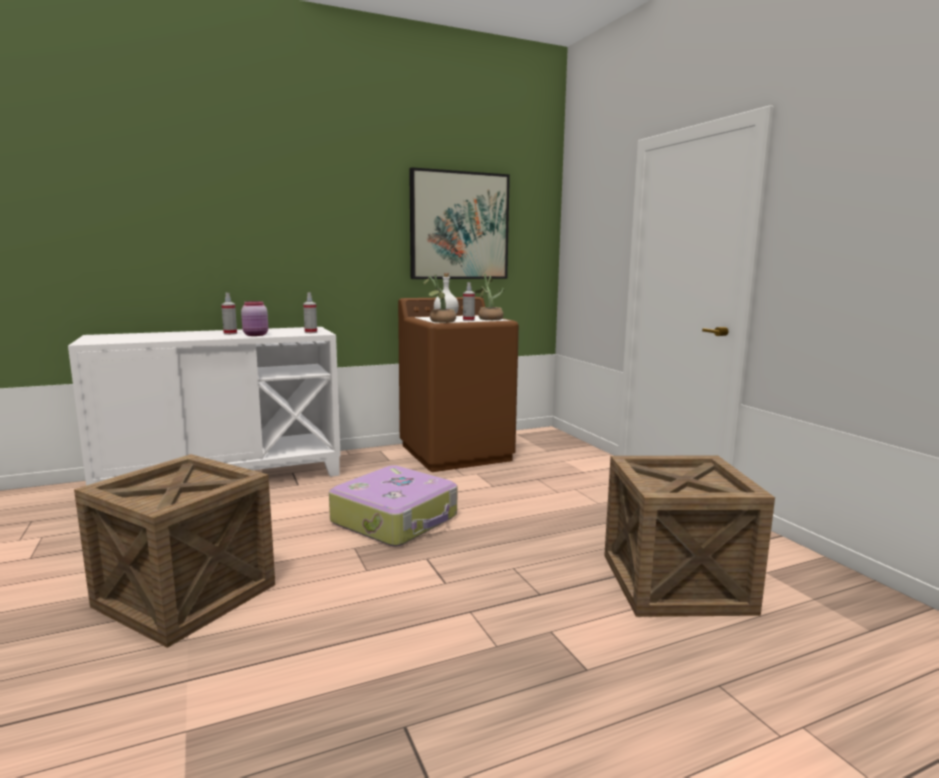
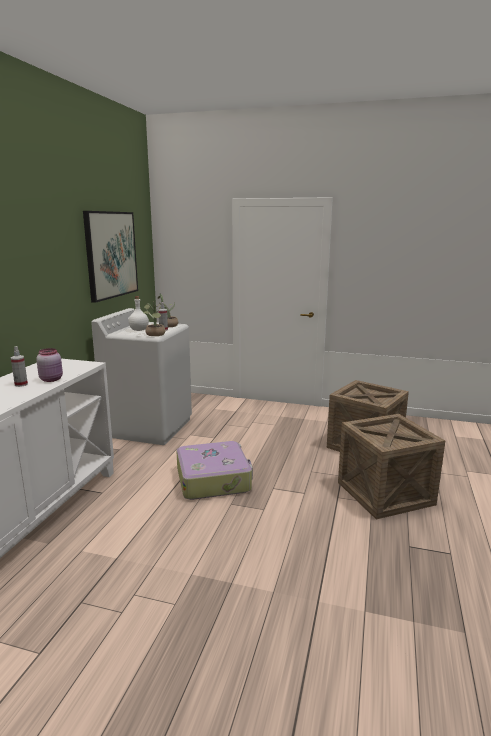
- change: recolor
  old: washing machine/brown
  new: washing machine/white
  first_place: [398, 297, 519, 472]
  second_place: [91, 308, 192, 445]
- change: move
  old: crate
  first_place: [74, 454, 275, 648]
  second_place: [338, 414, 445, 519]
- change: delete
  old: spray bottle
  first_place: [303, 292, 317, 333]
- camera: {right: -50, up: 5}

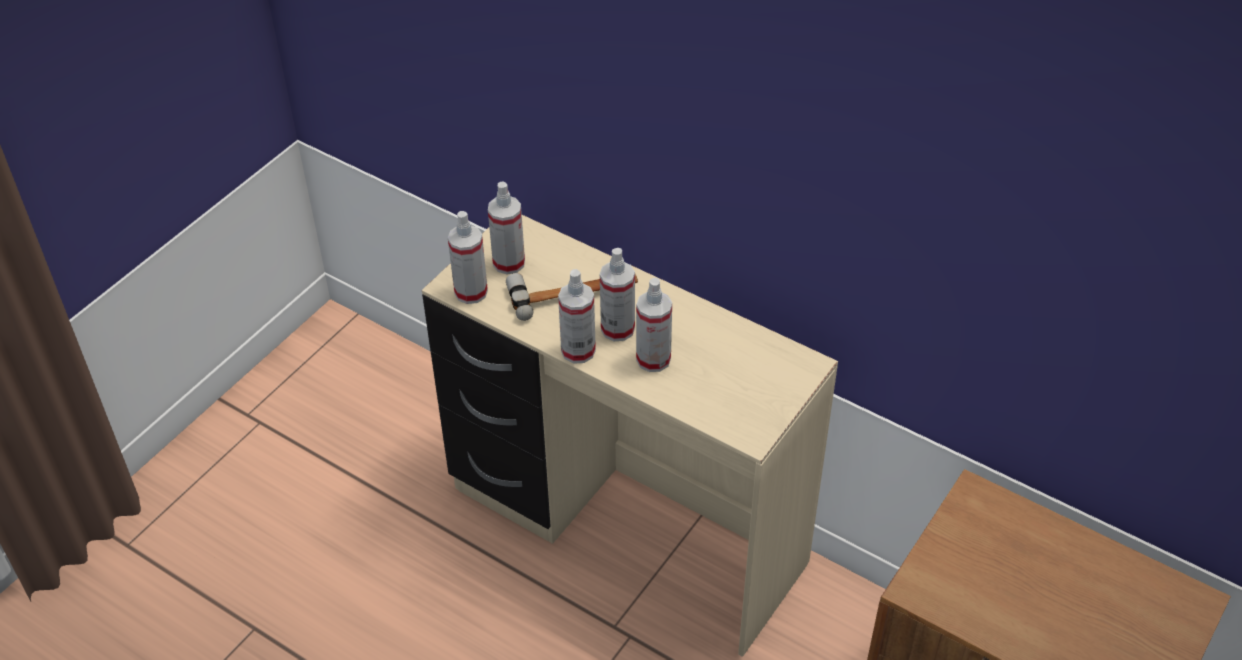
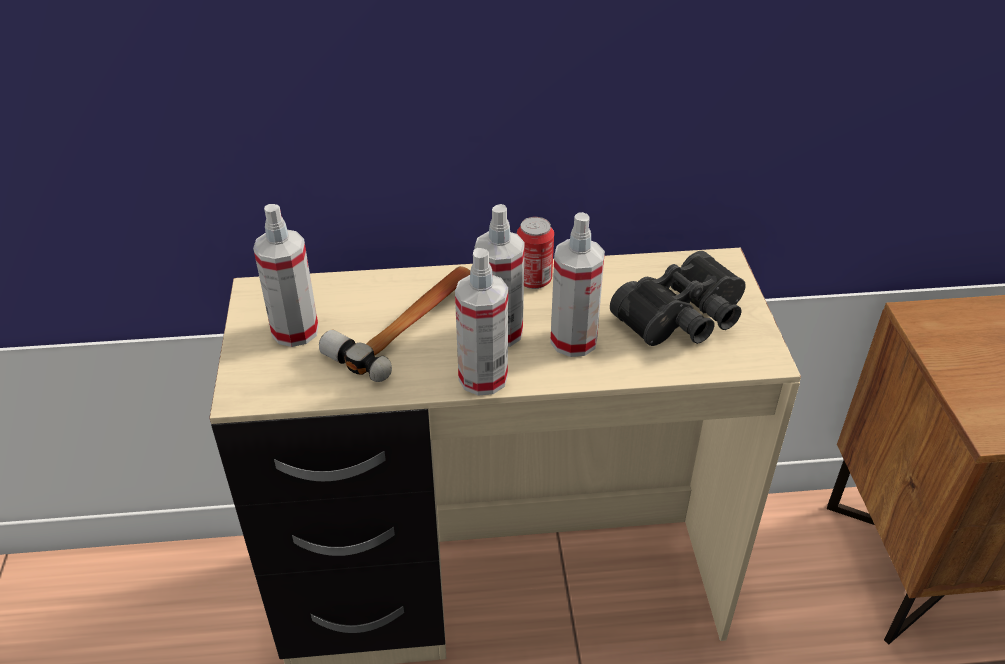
- change: insert
  new: can
  second_place: [517, 217, 554, 289]
- change: insert
  new: binoculars/black
  second_place: [610, 251, 746, 346]
- change: delete
  old: spray bottle
  first_place: [448, 211, 488, 304]
- camera: {right: -40, up: -5}

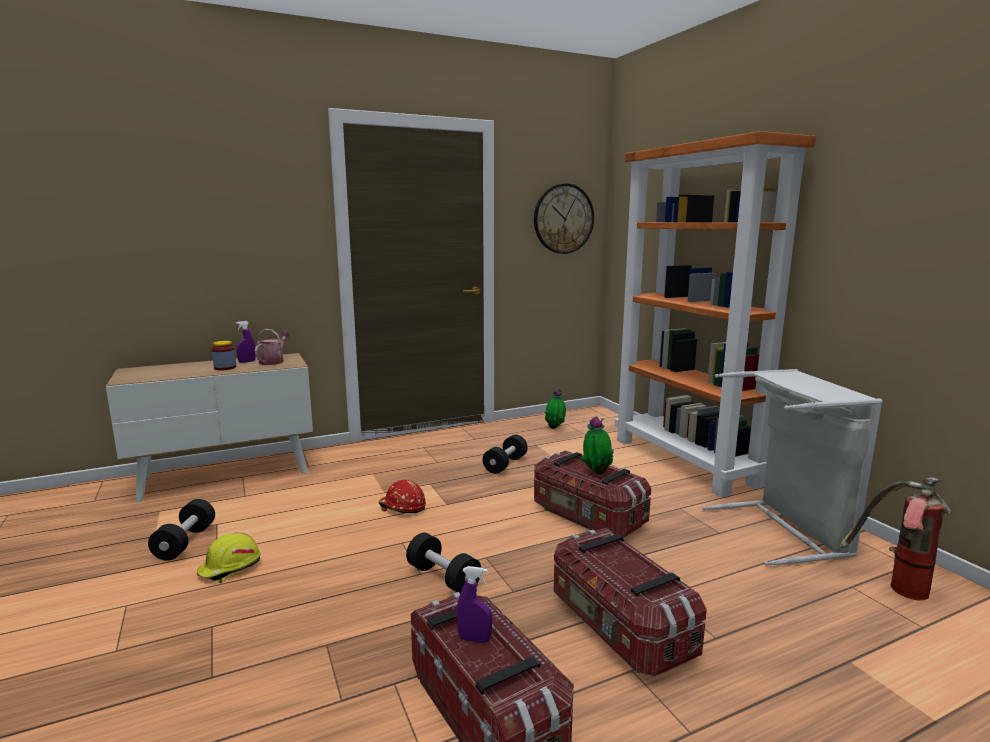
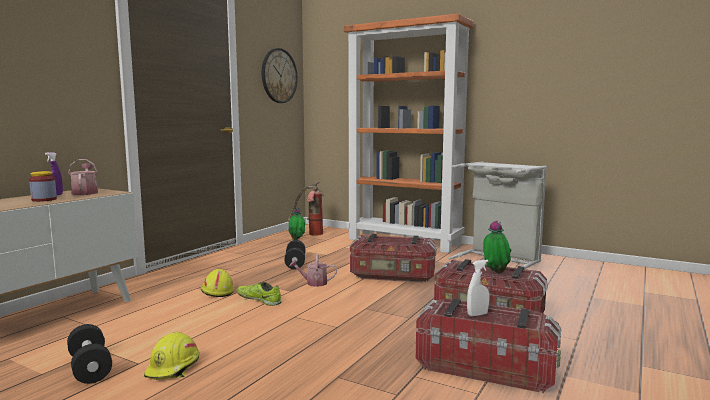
- change: insert
  new: hard hat/yellow
  second_place: [201, 269, 234, 297]
- change: replace
  old: hard hat/red
  new: shoe
  first_place: [379, 480, 426, 513]
  second_place: [236, 282, 282, 306]
- change: move
  old: fire extinguisher
  first_place: [840, 477, 951, 601]
  second_place: [288, 182, 324, 236]
- change: insert
  new: watering can
  second_place: [289, 254, 337, 287]
- change: recolor
  old: spray bottle/purple
  new: spray bottle/white
  first_place: [457, 566, 492, 643]
  second_place: [467, 260, 490, 316]
- change: move
  old: potted plant
  first_place: [581, 416, 614, 475]
  second_place: [483, 221, 512, 274]
- change: delete
  old: dumbbell/black
  first_place: [406, 533, 481, 593]
- camera: {right: -35, up: -5}

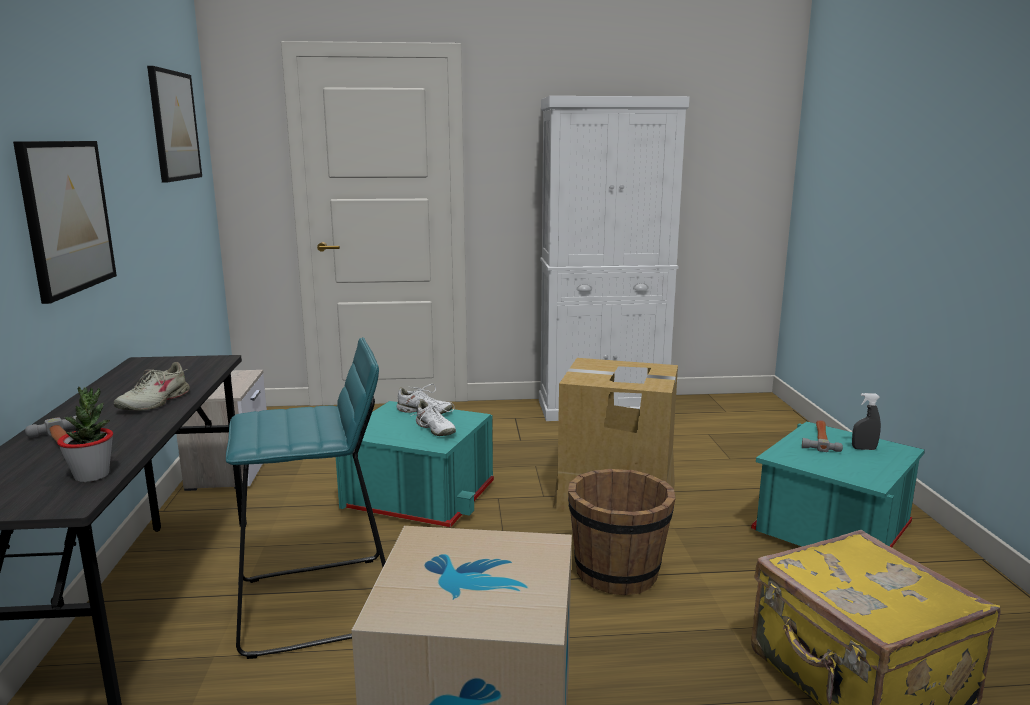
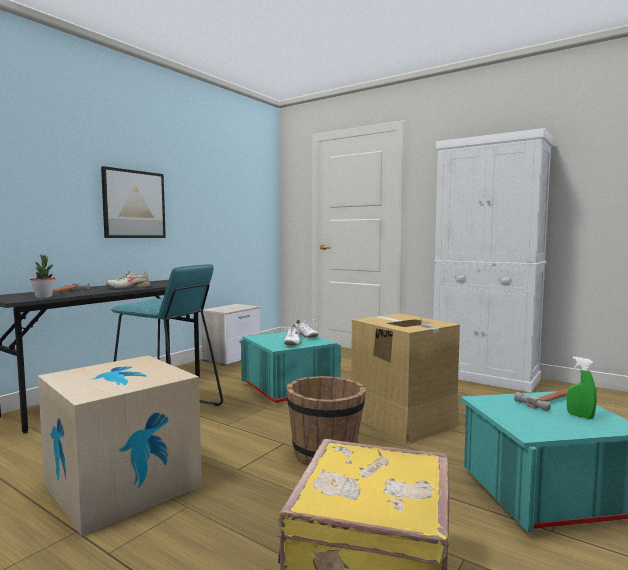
- change: recolor
  old: spray bottle/grey
  new: spray bottle/green
  first_place: [852, 393, 881, 450]
  second_place: [567, 357, 597, 419]
- change: delete
  old: picture
  first_place: [147, 66, 202, 182]
- camera: {right: 40, up: -10}

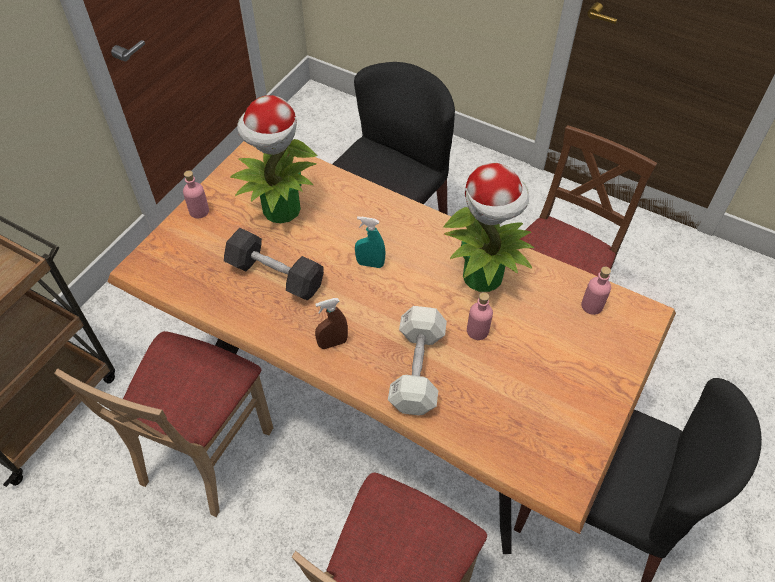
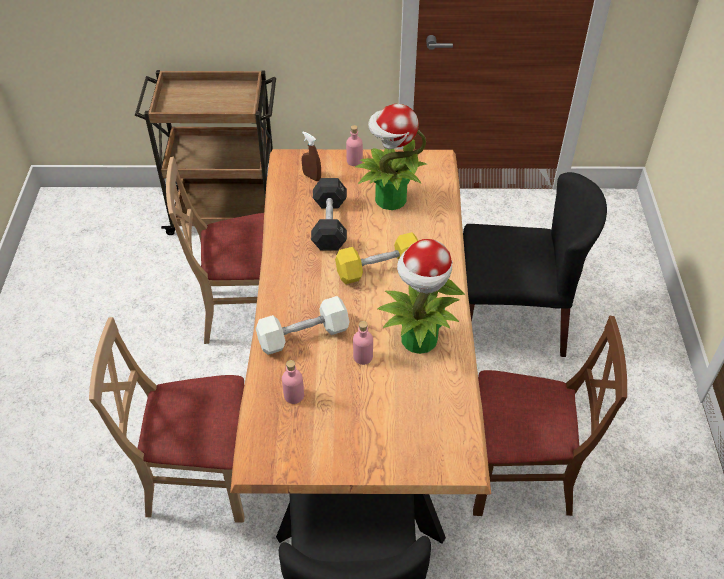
- change: move
  old: bottle/pink
  first_place: [581, 267, 611, 315]
  second_place: [282, 360, 304, 404]
- change: move
  old: spray bottle/brown
  first_place: [315, 298, 348, 349]
  second_place: [302, 131, 321, 181]
- change: replace
  old: spray bottle/turquoise
  new: dumbbell/yellow
  first_place: [355, 216, 385, 268]
  second_place: [335, 232, 418, 284]
- camera: {right: 60, up: -5}

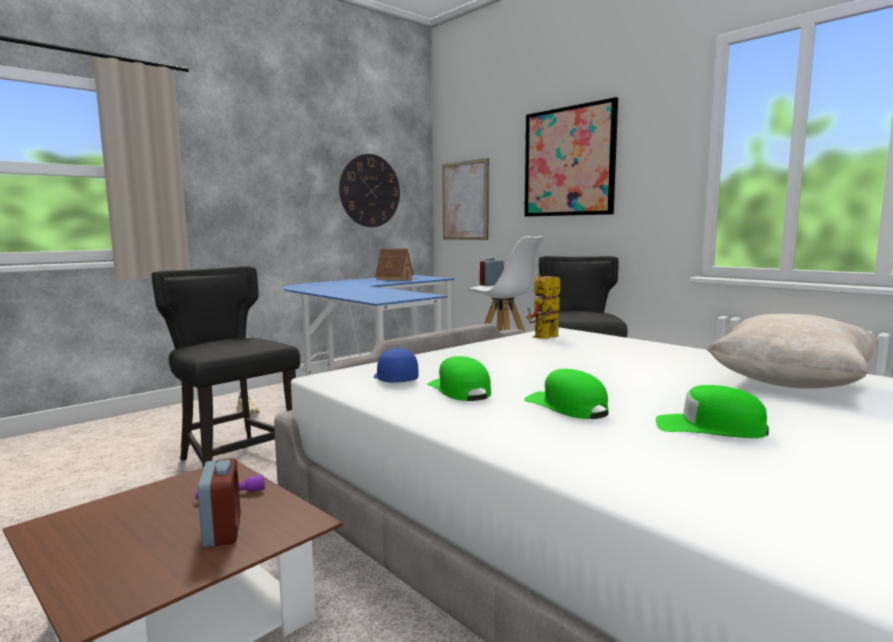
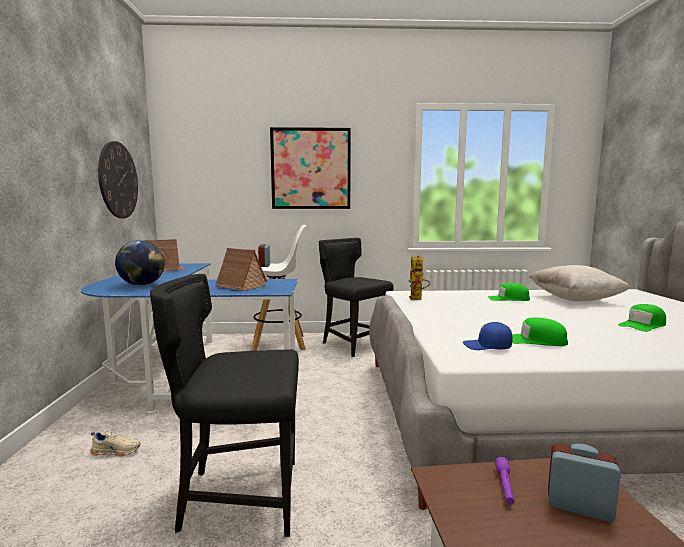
- change: insert
  new: globe
  second_place: [115, 240, 165, 286]
- change: insert
  new: toy house
  second_place: [215, 248, 267, 291]
- change: move
  old: cap/green
  first_place: [524, 369, 609, 419]
  second_place: [488, 283, 530, 301]
- change: delete
  old: picture
  first_place: [442, 158, 489, 240]
- camera: {right: -50, up: 0}

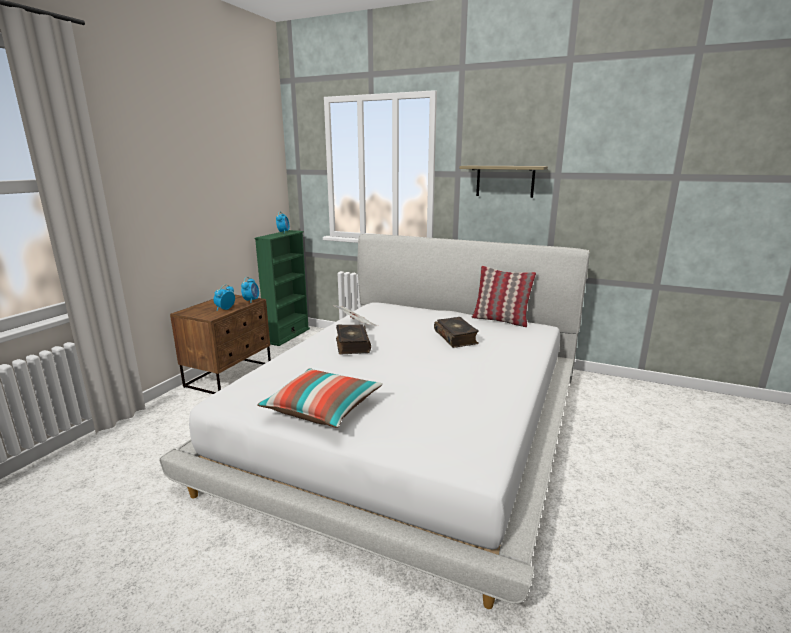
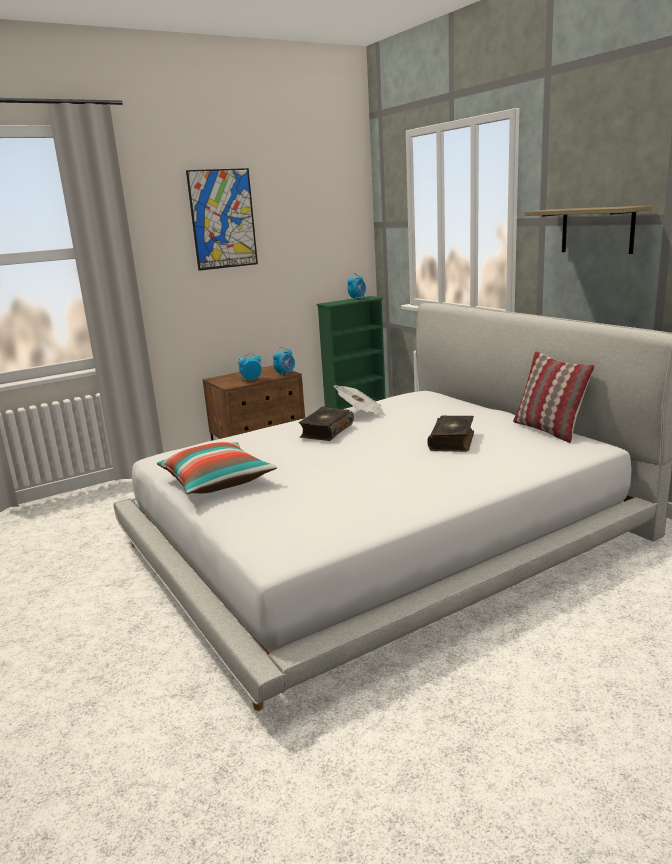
- change: insert
  new: picture
  second_place: [186, 168, 258, 271]
- camera: {right: 35, up: 0}

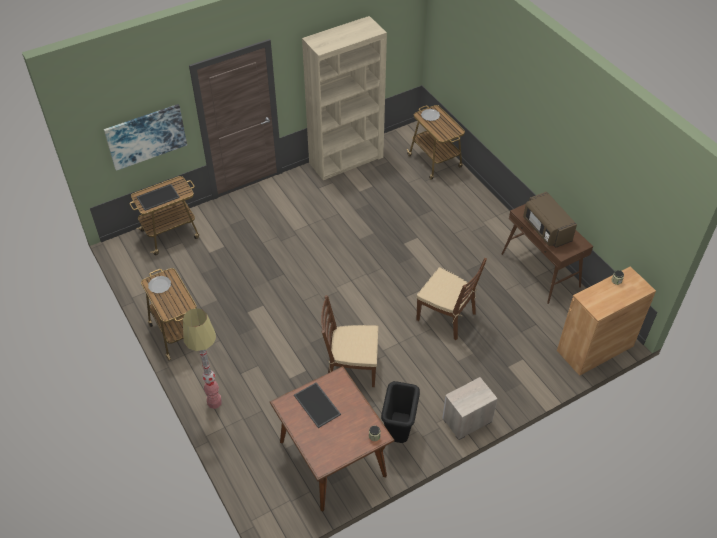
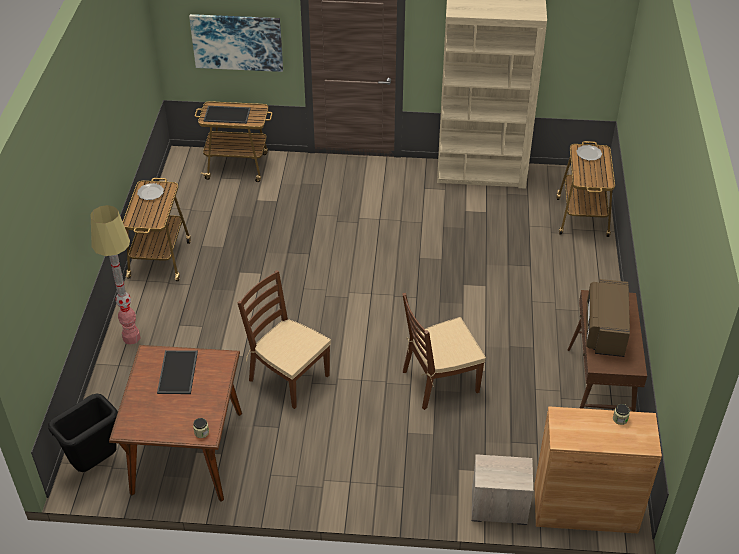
- change: move
  old: trash can/black
  first_place: [381, 381, 420, 443]
  second_place: [48, 394, 118, 472]
- change: rotate
  old: chair/brown
  first_place: [417, 258, 487, 340]
  second_place: [402, 293, 486, 410]
  degrees: 90
- change: move
  old: nightstand
  first_place: [442, 377, 498, 440]
  second_place: [472, 454, 533, 525]
- camera: {right: 35, up: -5}

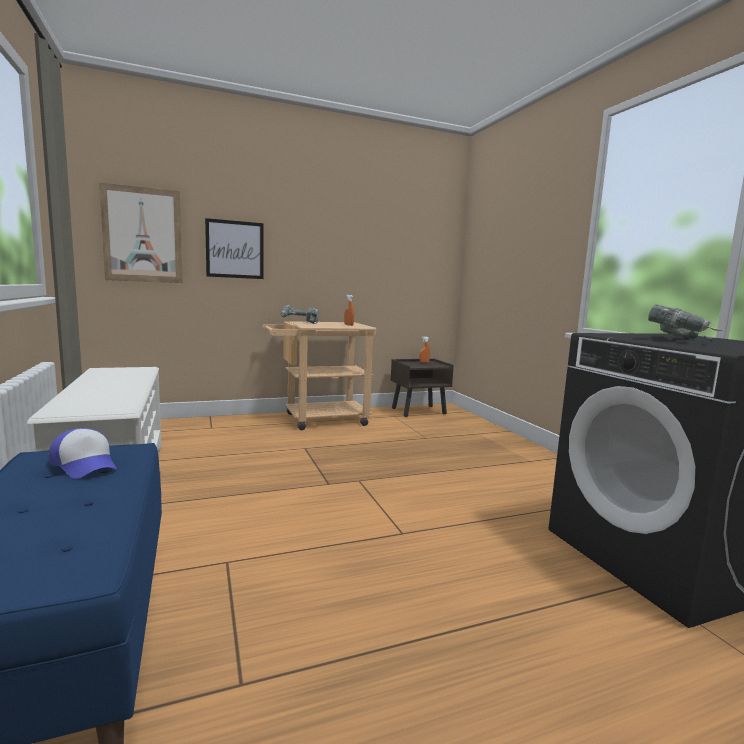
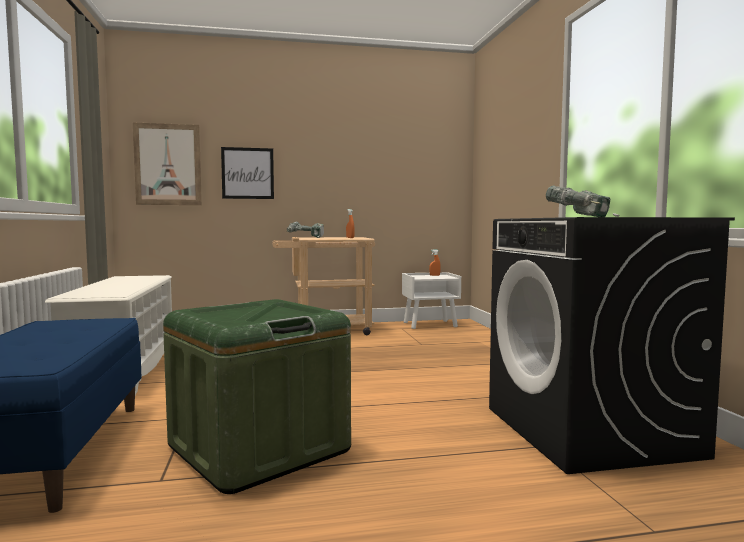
- change: insert
  new: storage box/green
  second_place: [163, 299, 351, 494]
- change: recolor
  old: nightstand/brown
  new: nightstand/white
  first_place: [391, 359, 454, 417]
  second_place: [402, 272, 461, 329]
- change: delete
  old: cap
  first_place: [49, 428, 117, 479]
- camera: {right: 10, up: -5}

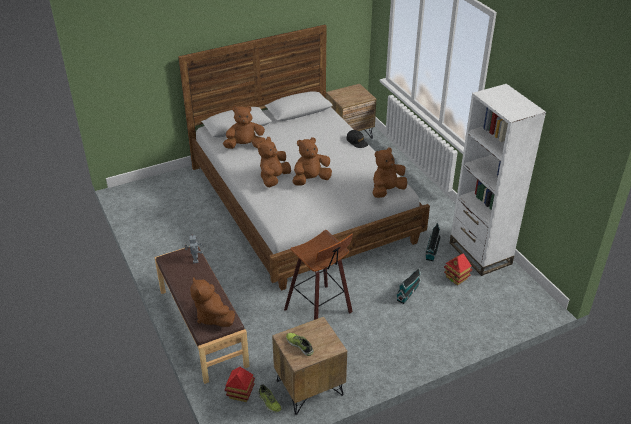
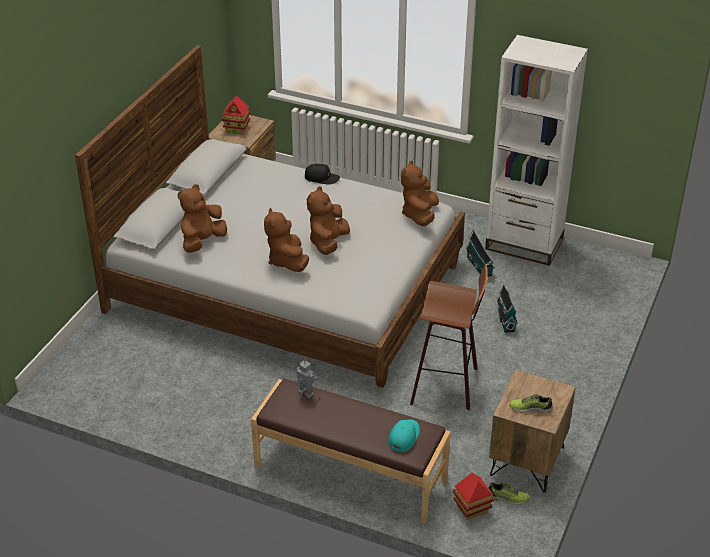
- change: move
  old: toy house
  first_place: [444, 253, 472, 285]
  second_place: [222, 95, 251, 134]
- change: replace
  old: plush toy/brown
  new: cap/turquoise
  first_place: [190, 277, 235, 327]
  second_place: [388, 419, 420, 452]
- camera: {right: -40, up: 0}

